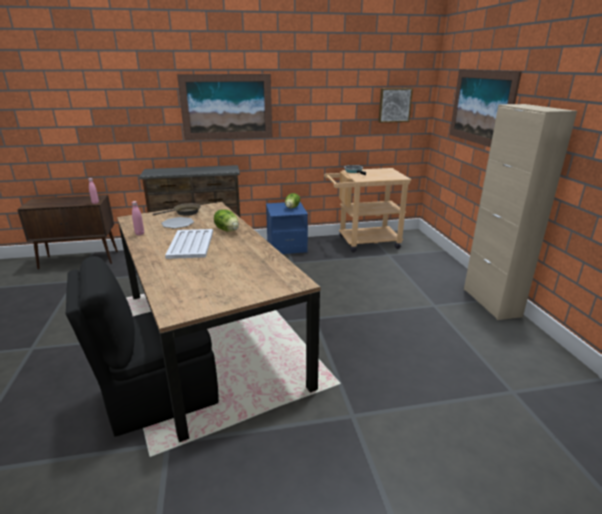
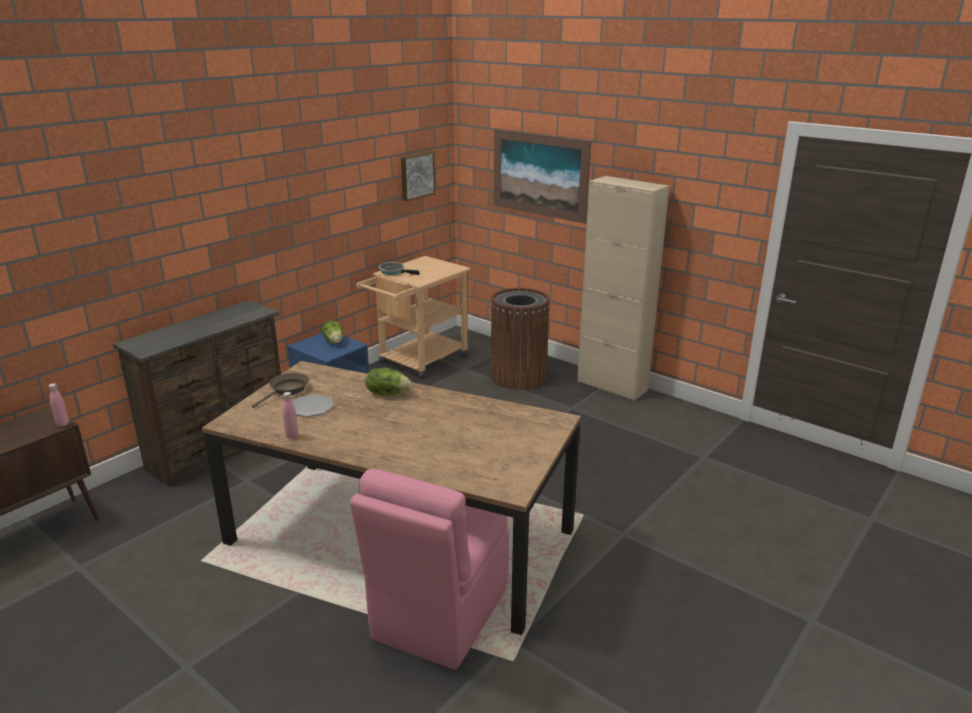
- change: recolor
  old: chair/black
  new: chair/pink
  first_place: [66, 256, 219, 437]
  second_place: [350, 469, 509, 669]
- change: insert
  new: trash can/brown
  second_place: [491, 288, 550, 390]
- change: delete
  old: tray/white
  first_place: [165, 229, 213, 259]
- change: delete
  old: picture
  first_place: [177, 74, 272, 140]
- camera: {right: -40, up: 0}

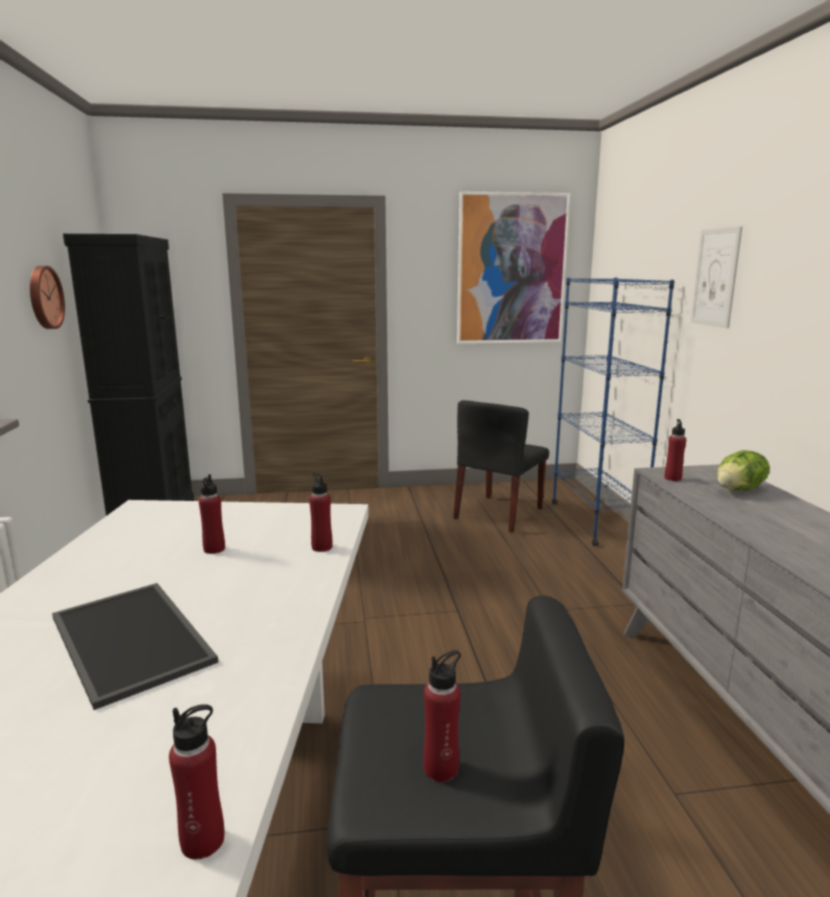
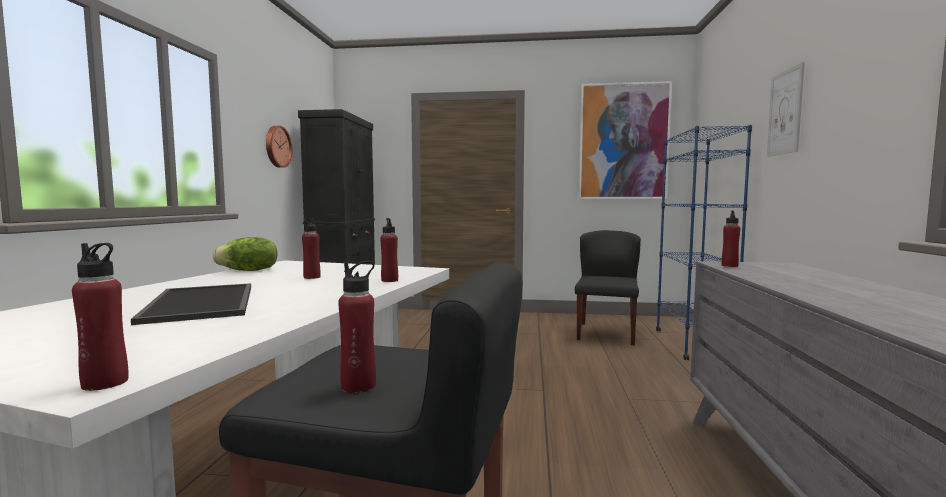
- change: move
  old: lettuce
  first_place: [717, 450, 770, 491]
  second_place: [212, 237, 278, 271]
- change: rotate
  old: chair/black
  first_place: [453, 400, 549, 533]
  second_place: [575, 230, 641, 345]
  degrees: 150
- camera: {right: 15, up: -10}

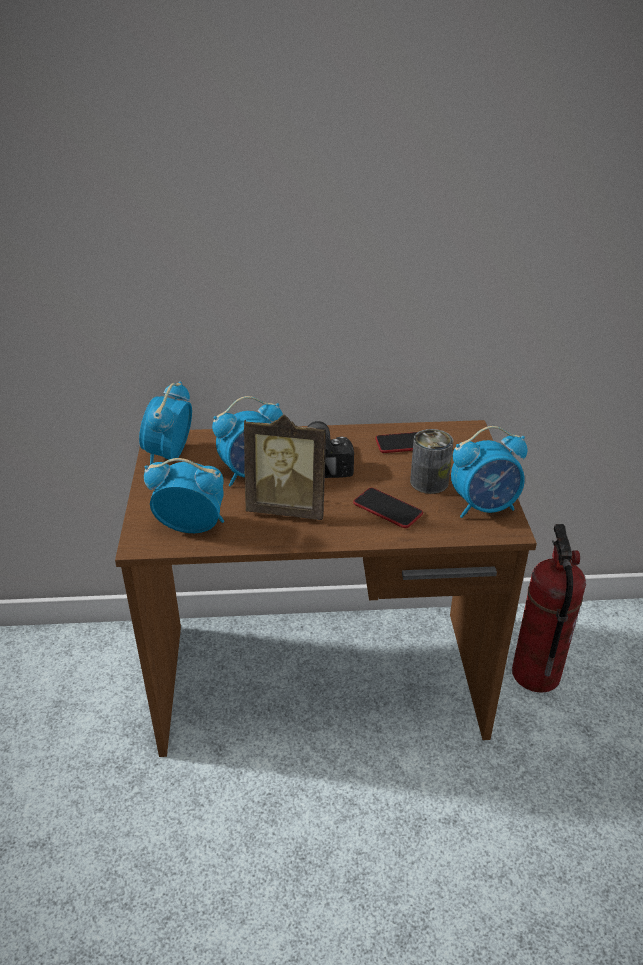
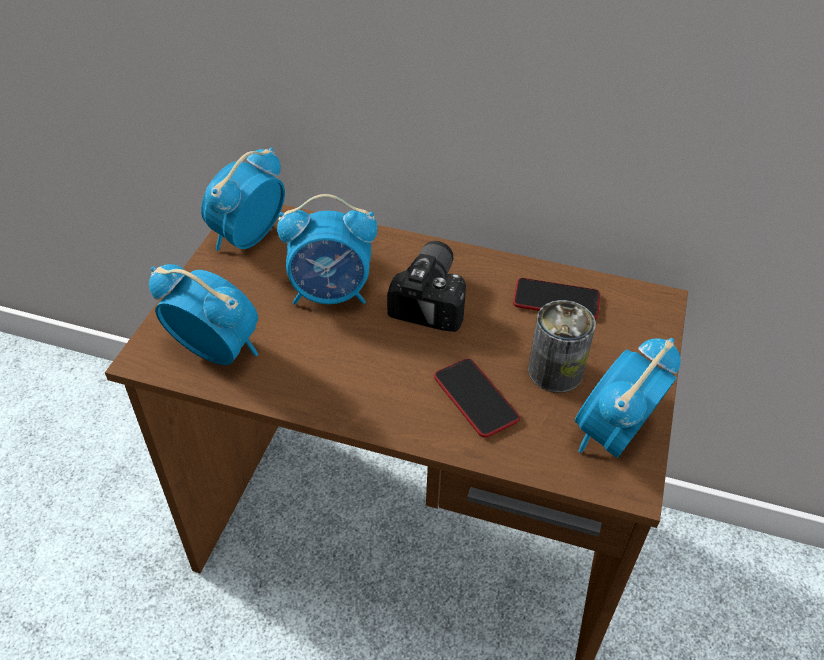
- change: rotate
  old: alarm clock
  first_place: [451, 426, 527, 518]
  second_place: [575, 338, 681, 458]
  degrees: 120
- change: delete
  old: picture frame
  first_place: [244, 415, 326, 520]
- change: delete
  old: fire extinguisher
  first_place: [512, 524, 586, 693]
- camera: {right: 20, up: 10}

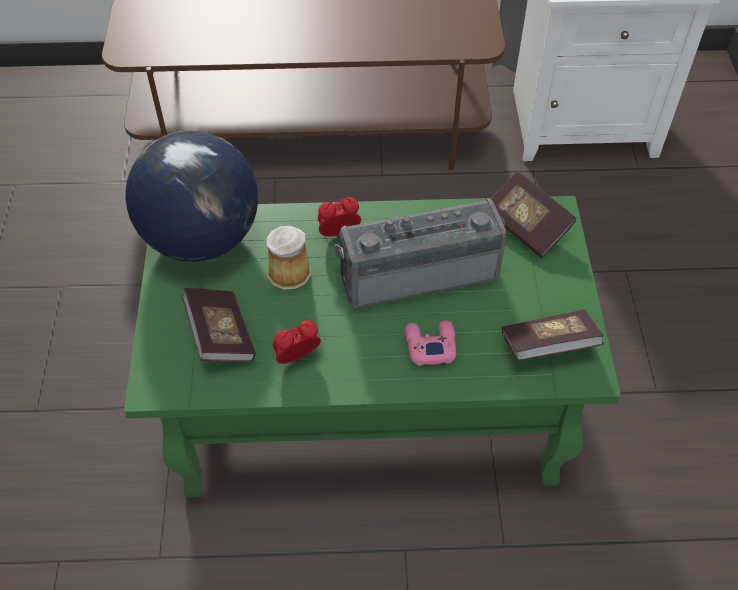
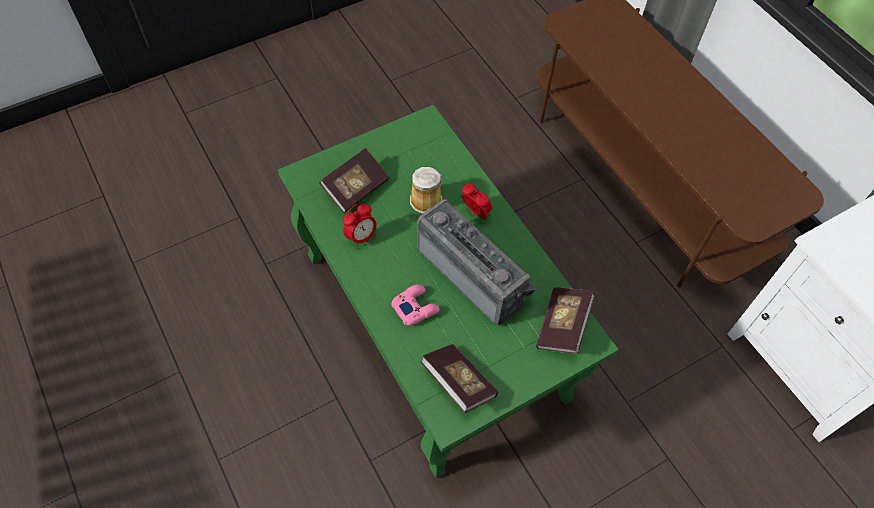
- change: rotate
  old: alarm clock
  first_place: [273, 320, 321, 364]
  second_place: [343, 203, 377, 248]
  degrees: 105
- change: delete
  old: globe
  first_place: [126, 131, 258, 262]
- camera: {right: 60, up: 5}

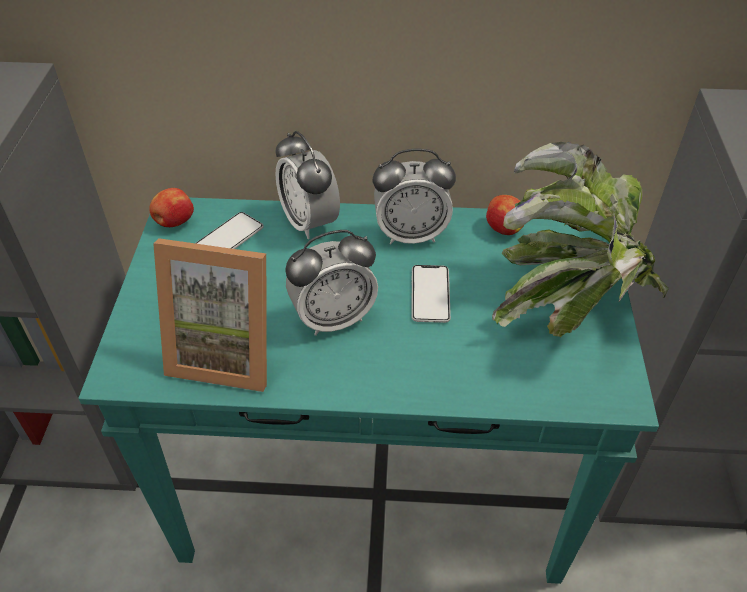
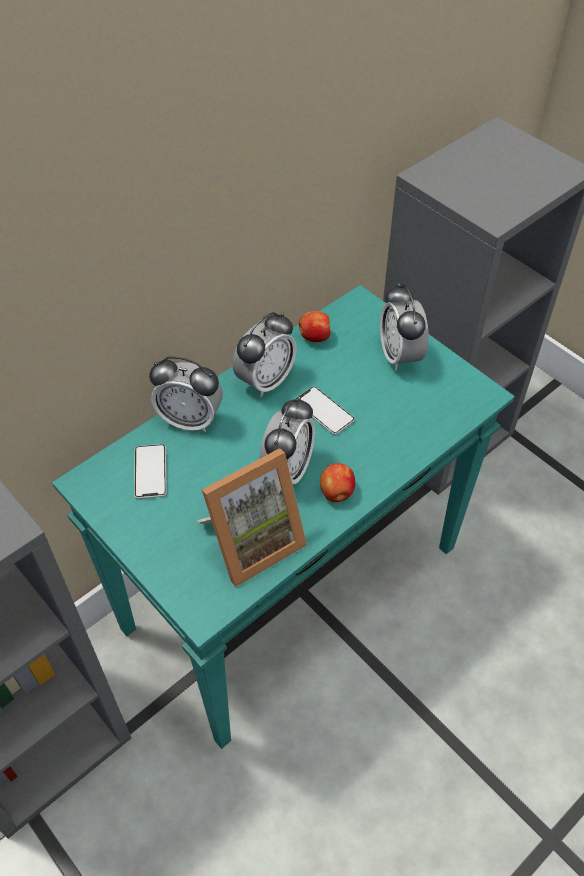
- change: move
  old: apple
  first_place: [149, 188, 194, 227]
  second_place: [320, 463, 355, 502]
- change: replace
  old: potted plant
  new: alarm clock
  first_place: [492, 141, 669, 337]
  second_place: [380, 284, 429, 371]
- camera: {right: -45, up: 5}

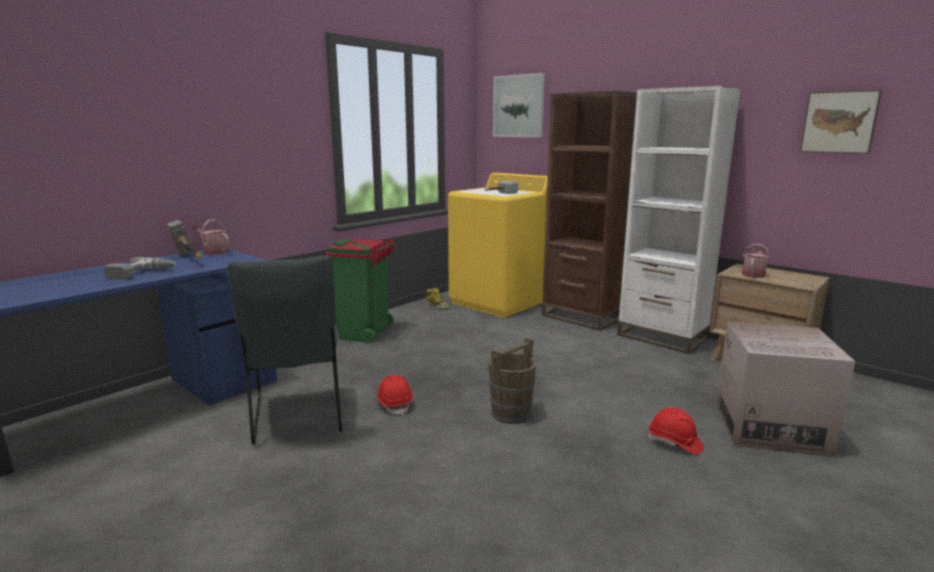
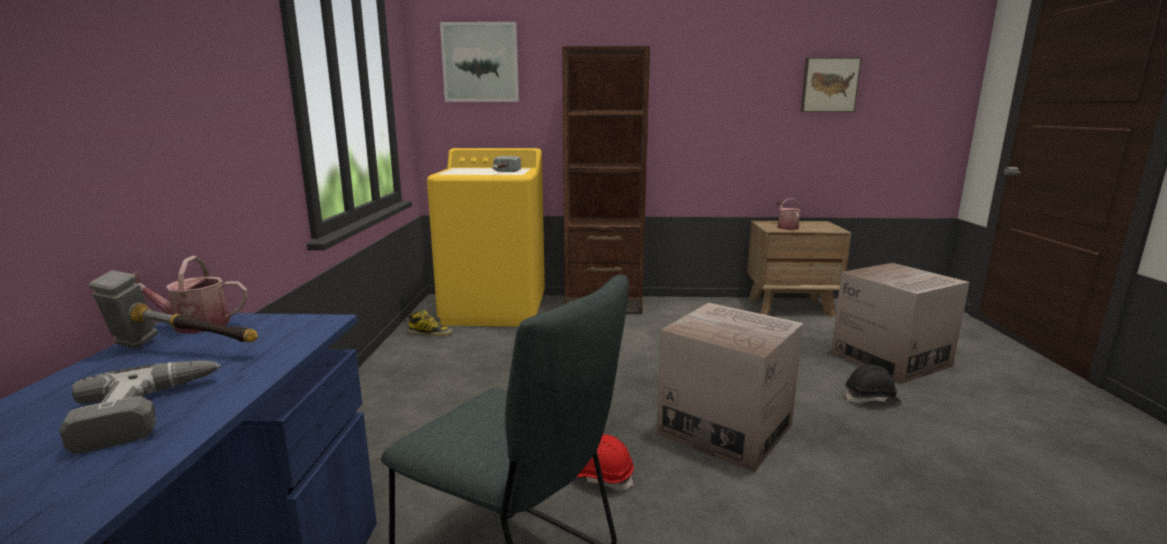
- change: replace
  old: bucket/brown
  new: cardboard box
  first_place: [488, 337, 537, 424]
  second_place: [657, 303, 804, 473]
- change: recolor
  old: hard hat/red
  new: hard hat/black
  first_place: [648, 408, 703, 455]
  second_place: [845, 364, 901, 403]
- change: delete
  old: trash can/green
  first_place: [326, 239, 396, 343]
- change: delete
  old: bookcase/white
  first_place: [617, 86, 741, 354]
- camera: {right: -40, up: 0}

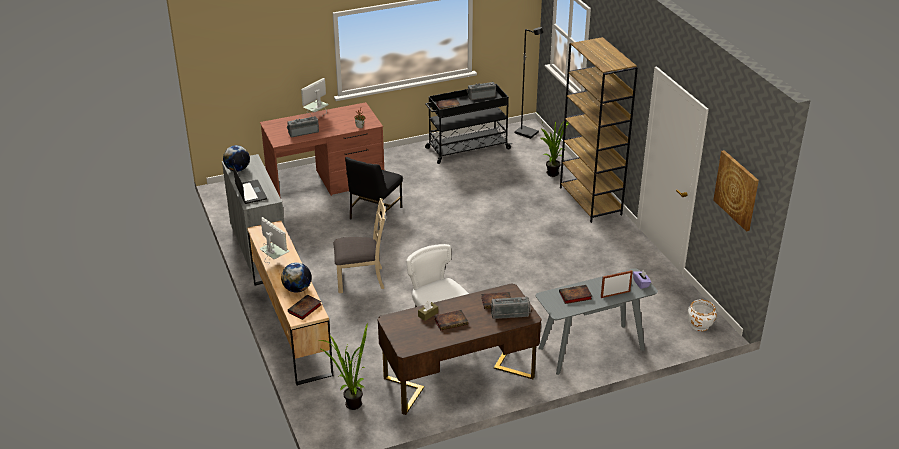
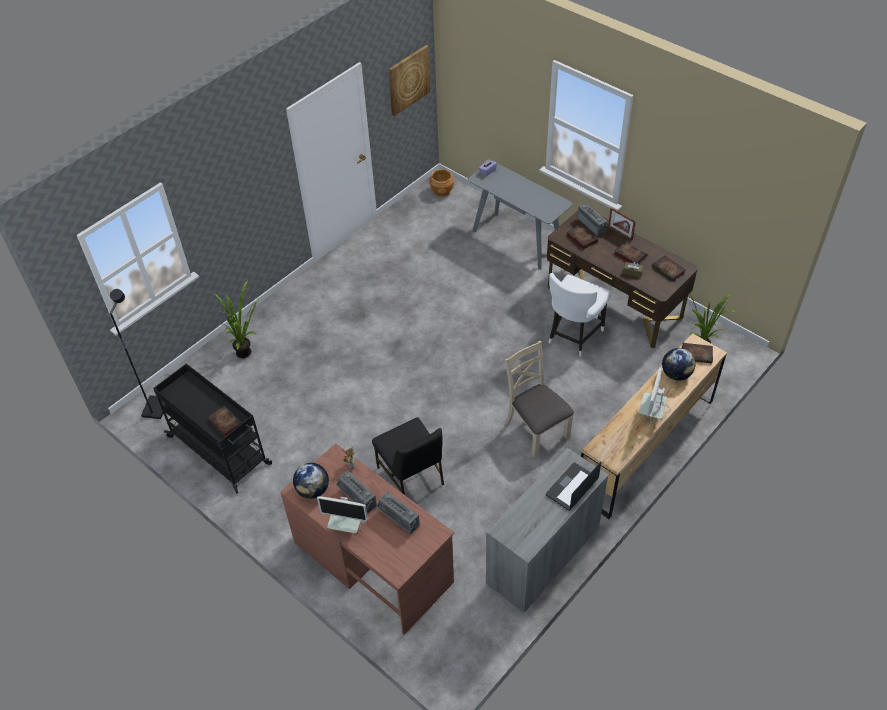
- change: move
  old: globe
  first_place: [223, 145, 250, 172]
  second_place: [293, 463, 329, 499]
- change: move
  old: radio
  first_place: [467, 82, 496, 100]
  second_place: [336, 470, 377, 513]
- change: rotate
  old: chair/black
  first_place: [345, 157, 403, 219]
  second_place: [372, 417, 444, 495]
  degrees: 60
- change: recolor
  old: planter/white
  new: planter/brown
  first_place: [688, 299, 717, 331]
  second_place: [429, 169, 454, 197]
- change: move
  old: picture frame
  first_place: [601, 270, 633, 298]
  second_place: [608, 207, 636, 240]
- change: move
  old: book
  first_place: [559, 285, 592, 304]
  second_place: [652, 255, 686, 281]
- change: delete
  old: bookcase/brown
  first_place: [560, 37, 638, 223]
- camera: {right: -115, up: 15}

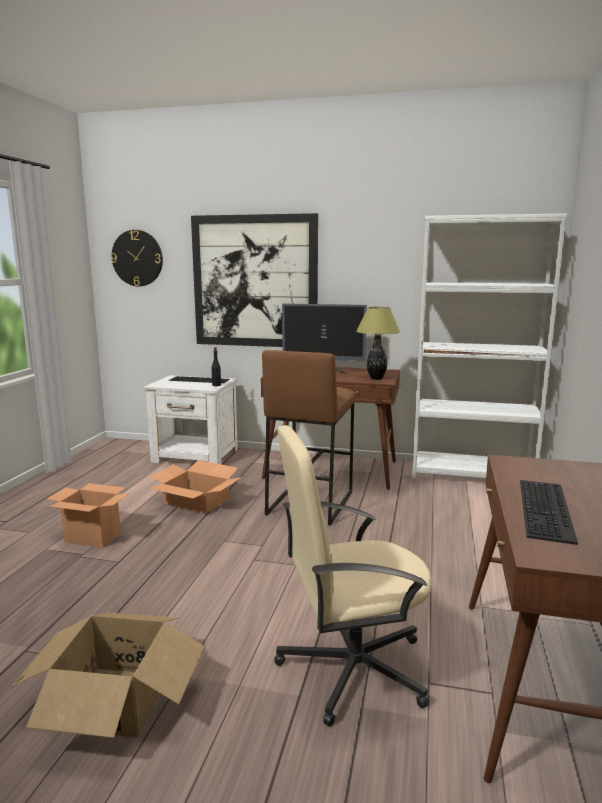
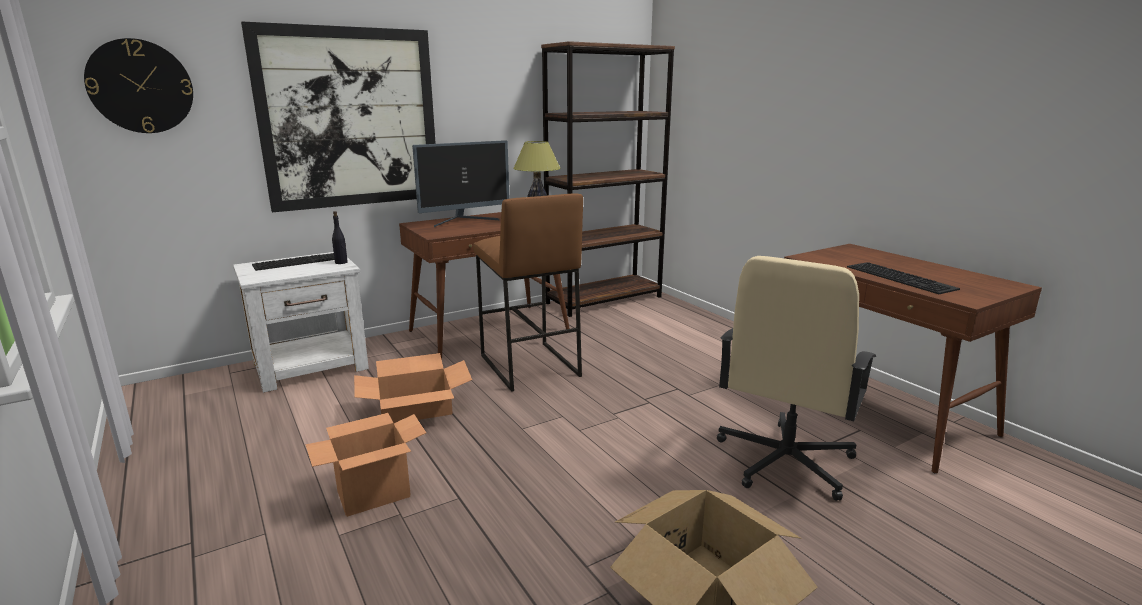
- change: recolor
  old: bookcase/white
  new: bookcase/brown
  first_place: [412, 213, 568, 479]
  second_place: [541, 41, 675, 317]
- camera: {right: -45, up: 5}

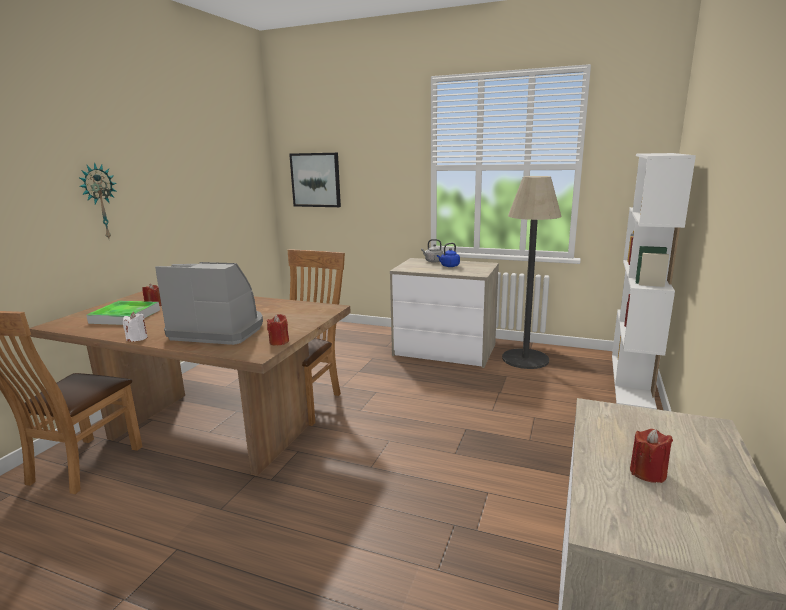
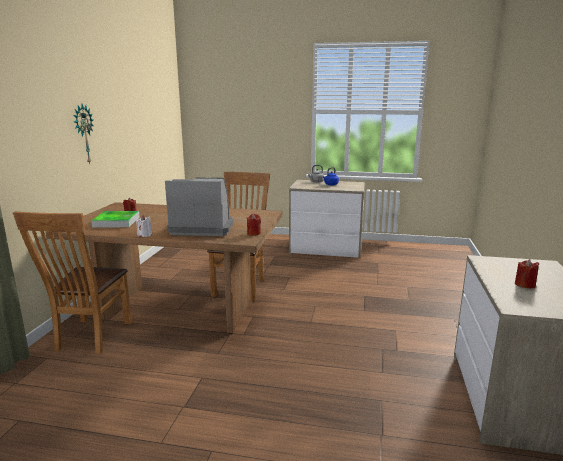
- change: delete
  old: picture
  first_place: [289, 153, 341, 207]
- change: delete
  old: floor lamp
  first_place: [502, 176, 562, 369]
- change: delete
  old: bookcase/white
  first_place: [612, 153, 696, 409]
- camera: {right: -10, up: 0}

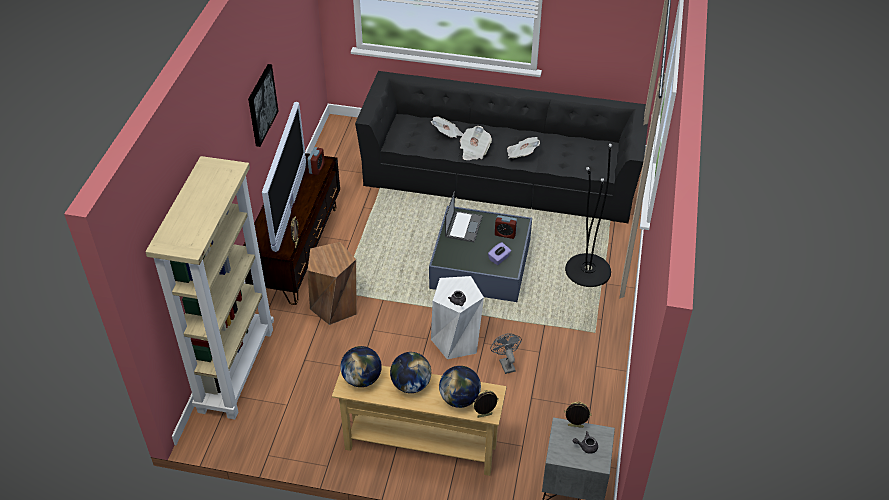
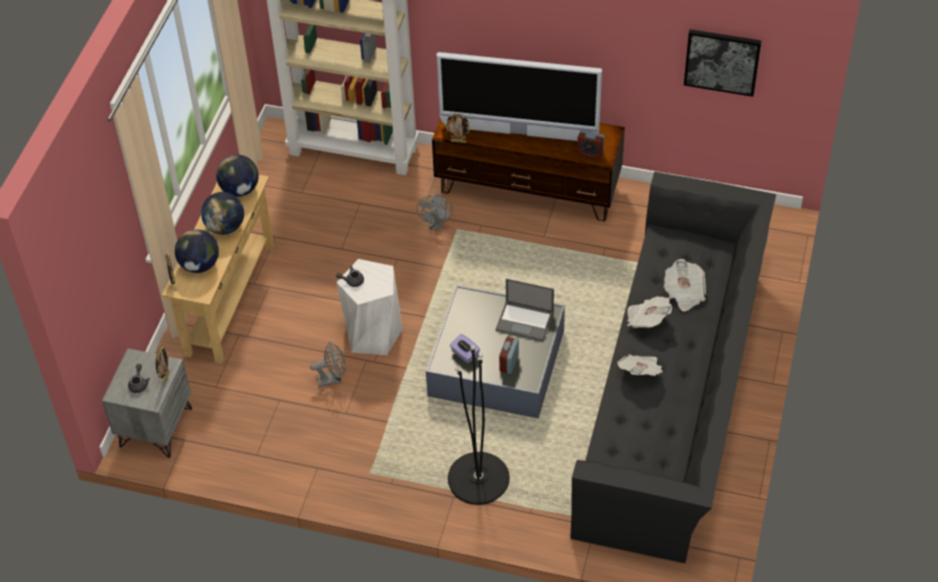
- change: replace
  old: stool/brown
  new: fan/grey
  first_place: [308, 242, 357, 325]
  second_place: [416, 194, 453, 230]
- change: move
  old: picture
  first_place: [248, 64, 279, 147]
  second_place: [684, 29, 762, 97]
- camera: {right: 95, up: 5}

